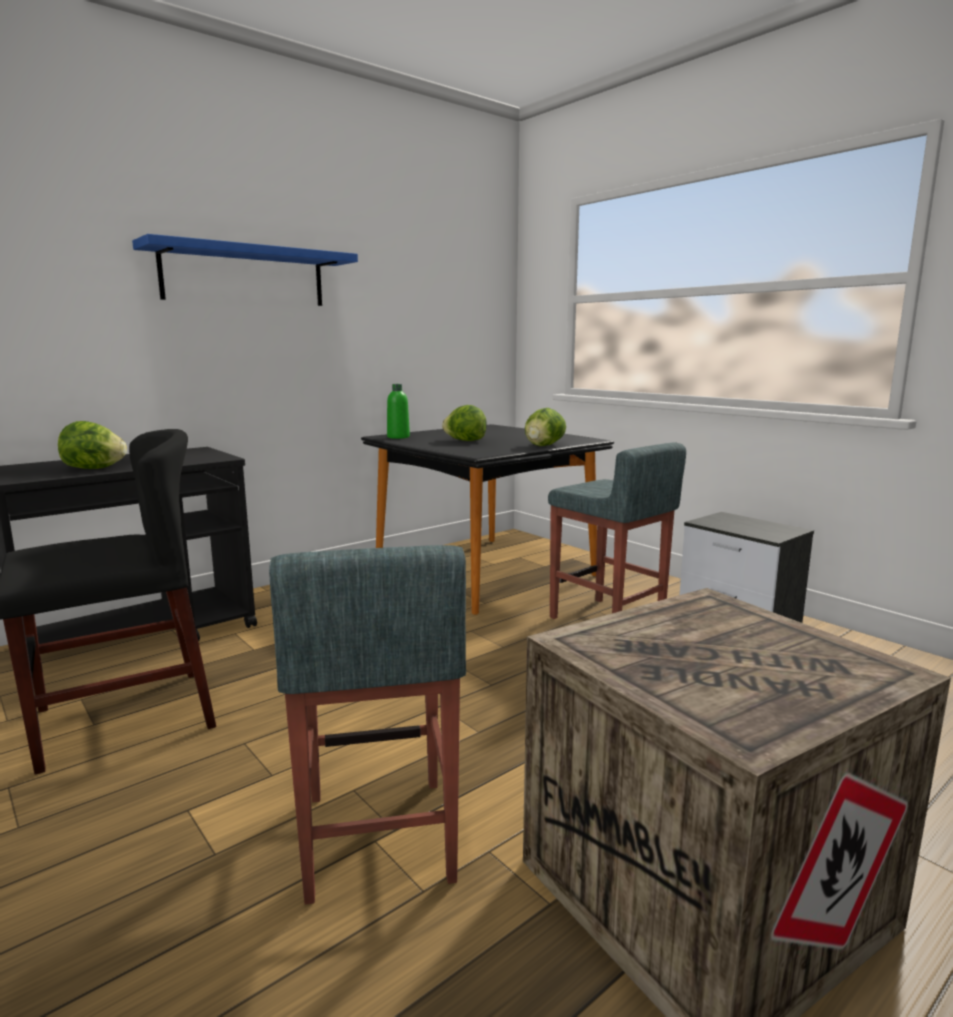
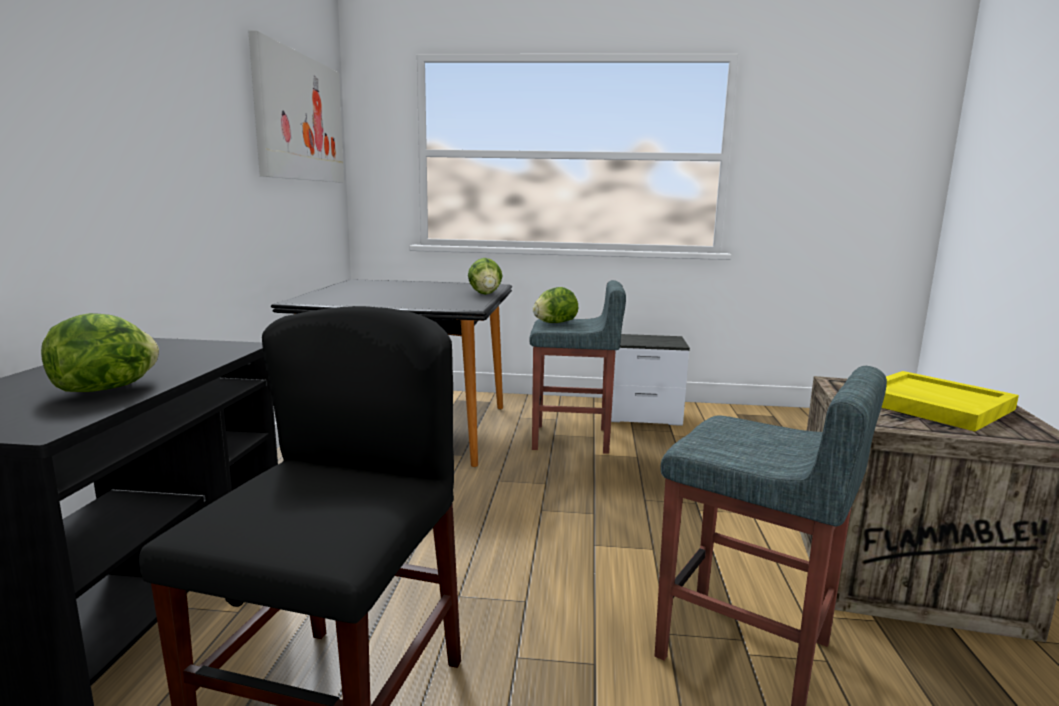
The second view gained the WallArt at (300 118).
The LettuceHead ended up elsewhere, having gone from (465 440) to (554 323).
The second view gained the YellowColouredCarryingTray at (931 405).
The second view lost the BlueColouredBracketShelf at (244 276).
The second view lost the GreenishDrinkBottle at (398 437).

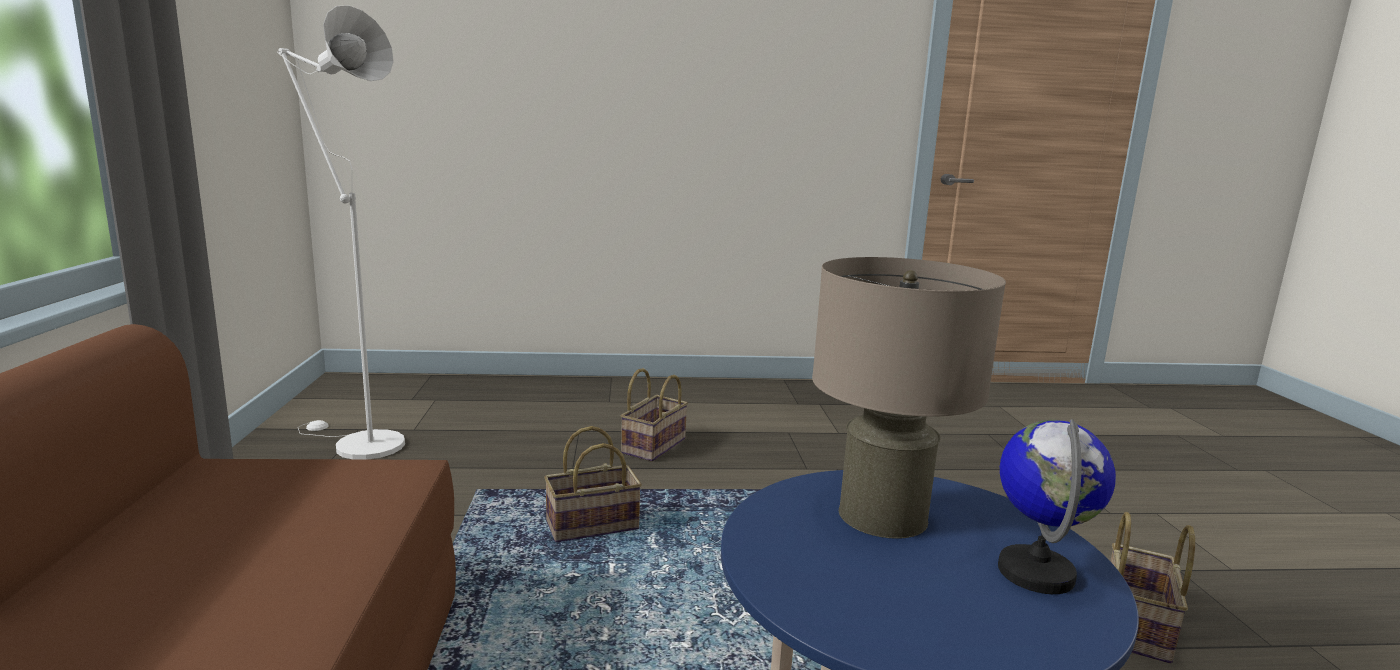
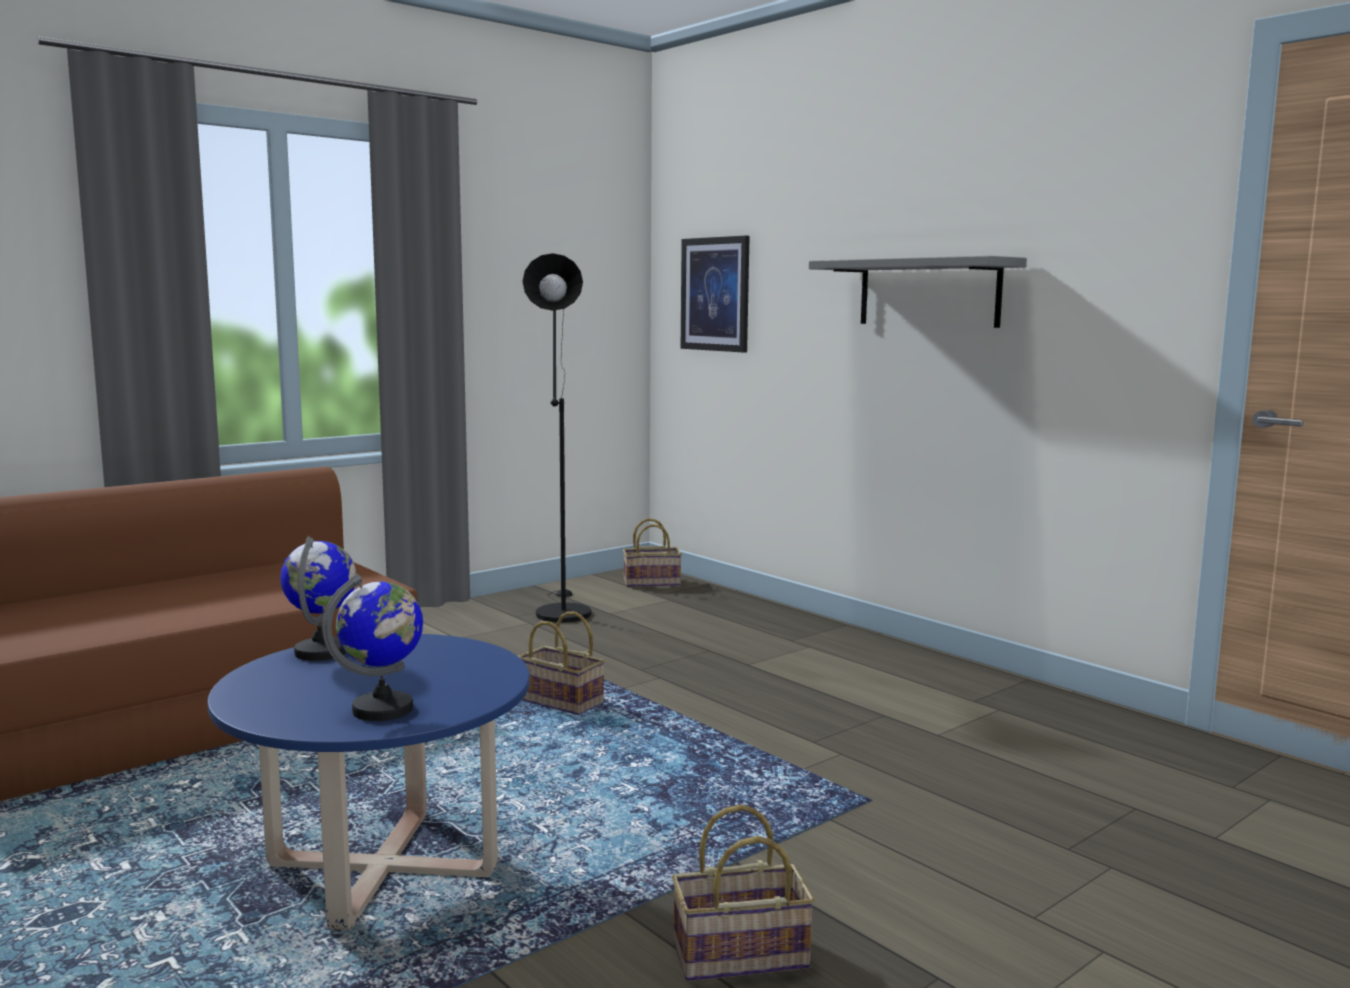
The second view gained the Globe at (322 652).
What was the WhiteStandingLamp at (359 444) turned into the BlackishStandingLamp at (561 611).
The Basket ended up elsewhere, having gone from (653 445) to (653 582).
The second view gained the WallArt at (715 294).
The second view gained the GreyishBracketShelf at (928 293).
The second view lost the BeigeColouredLampForATable at (883 515).

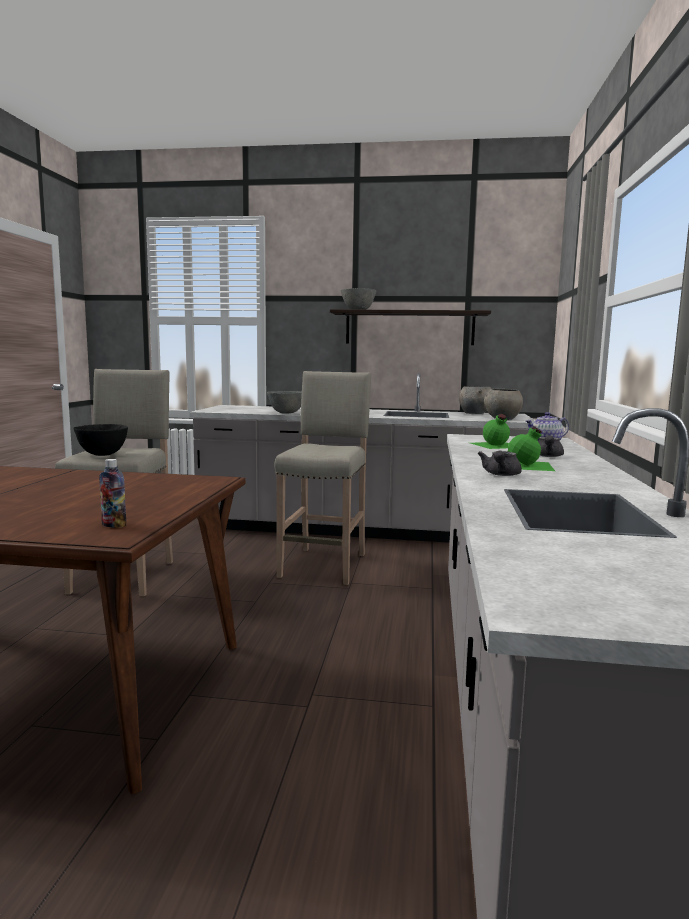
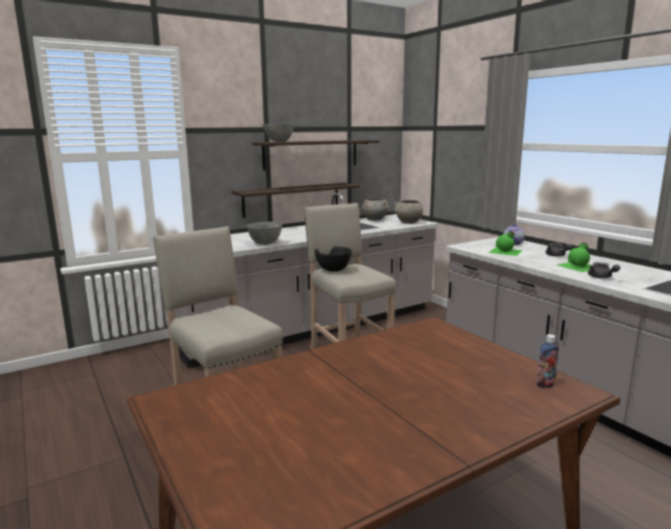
The second view gained the BracketShelf at (292 199).
The BlackishBowl ended up elsewhere, having gone from (103 454) to (333 270).

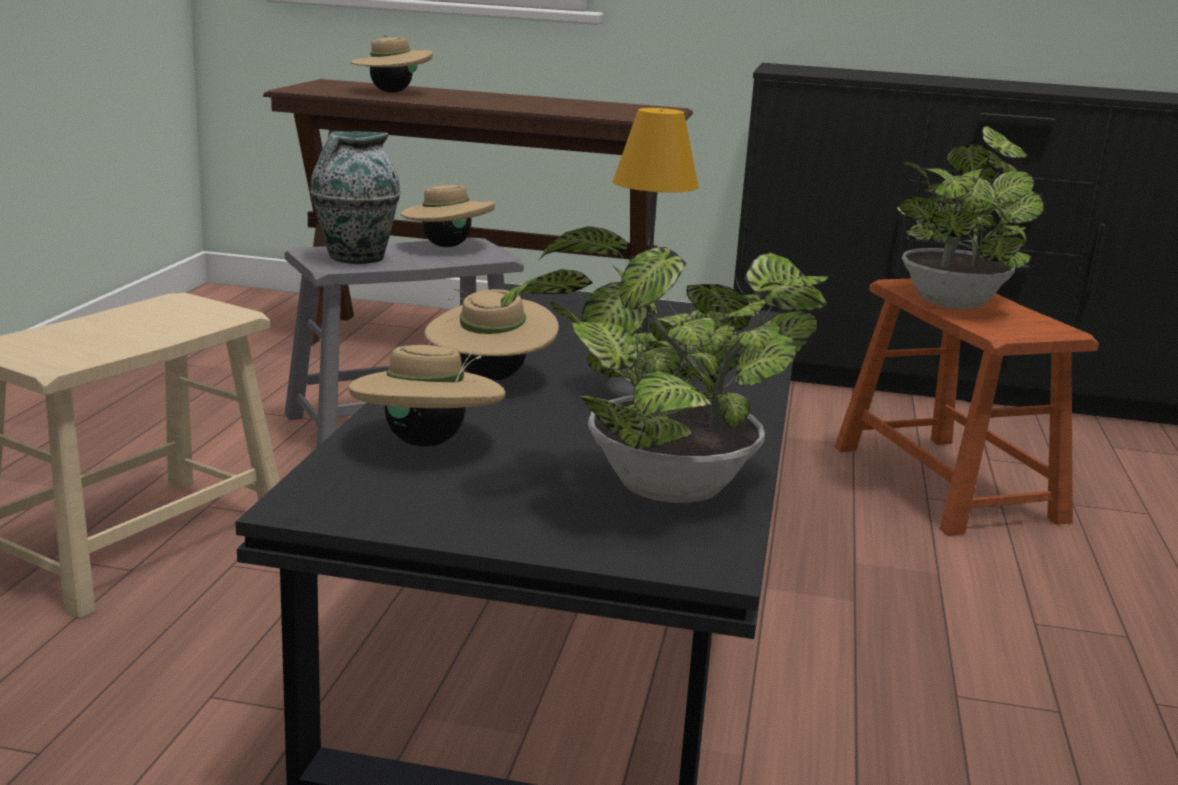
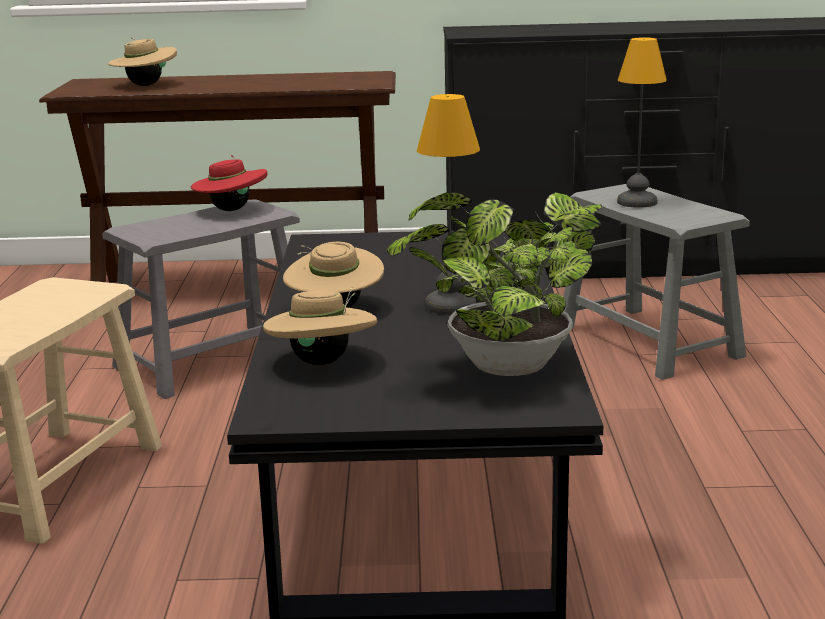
What was the BeigeColouredHat at (447 246) turned into the RedColouredHat at (231 210).
What was the BrownishStool at (946 483) turned into the GreyishStool at (648 342).
Where the Houseplant stood at (953 301), the LampForATable came to stand at (636 202).
The second view lost the FlowerVase at (355 258).

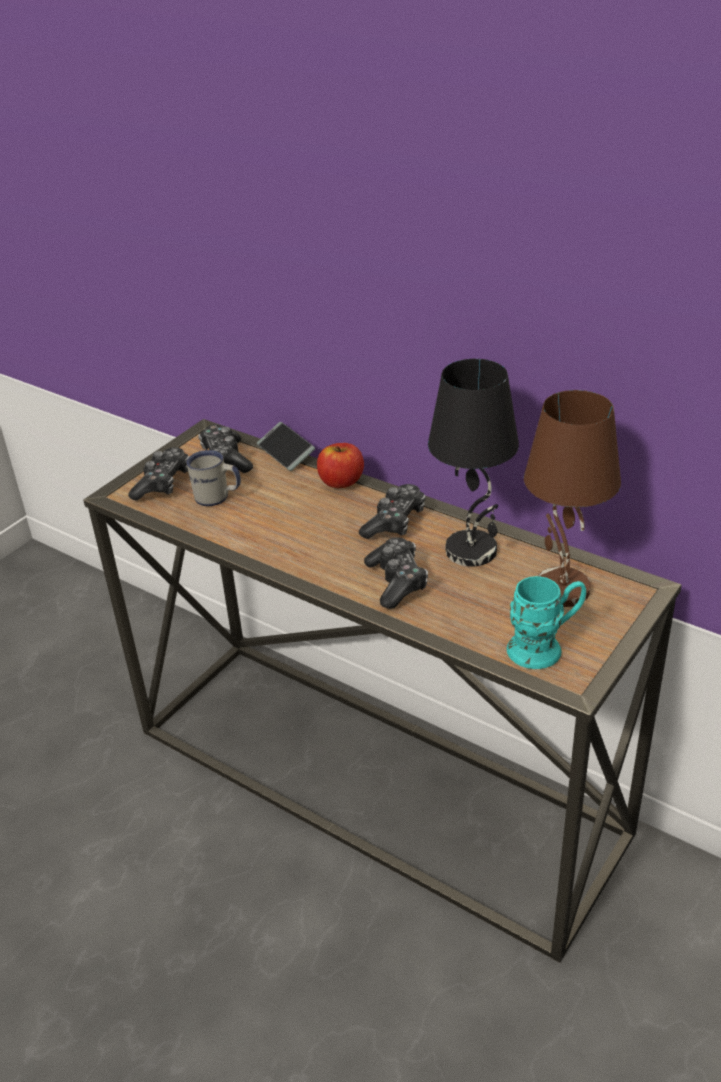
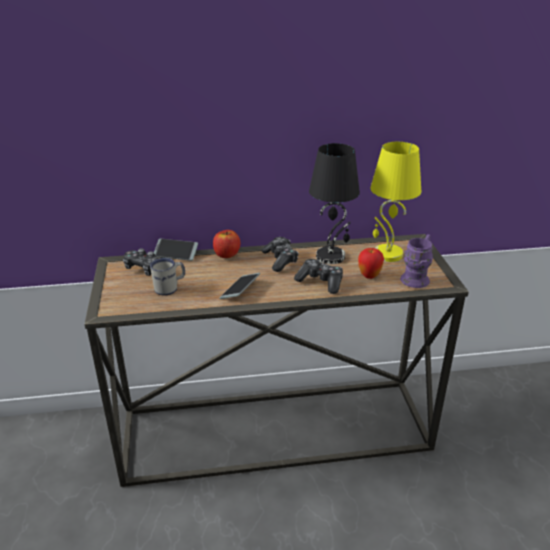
The second view gained the Phone at (240 290).
The second view gained the Apple at (369 276).
What was the BrownishLampForATable at (560 588) turned into the YellowColouredLampForATable at (387 254).
What was the TurquoiseColouredCoffeeMug at (544 647) turned into the PurpleCoffeeMug at (417 277).
The second view lost the Joypad at (163 483).

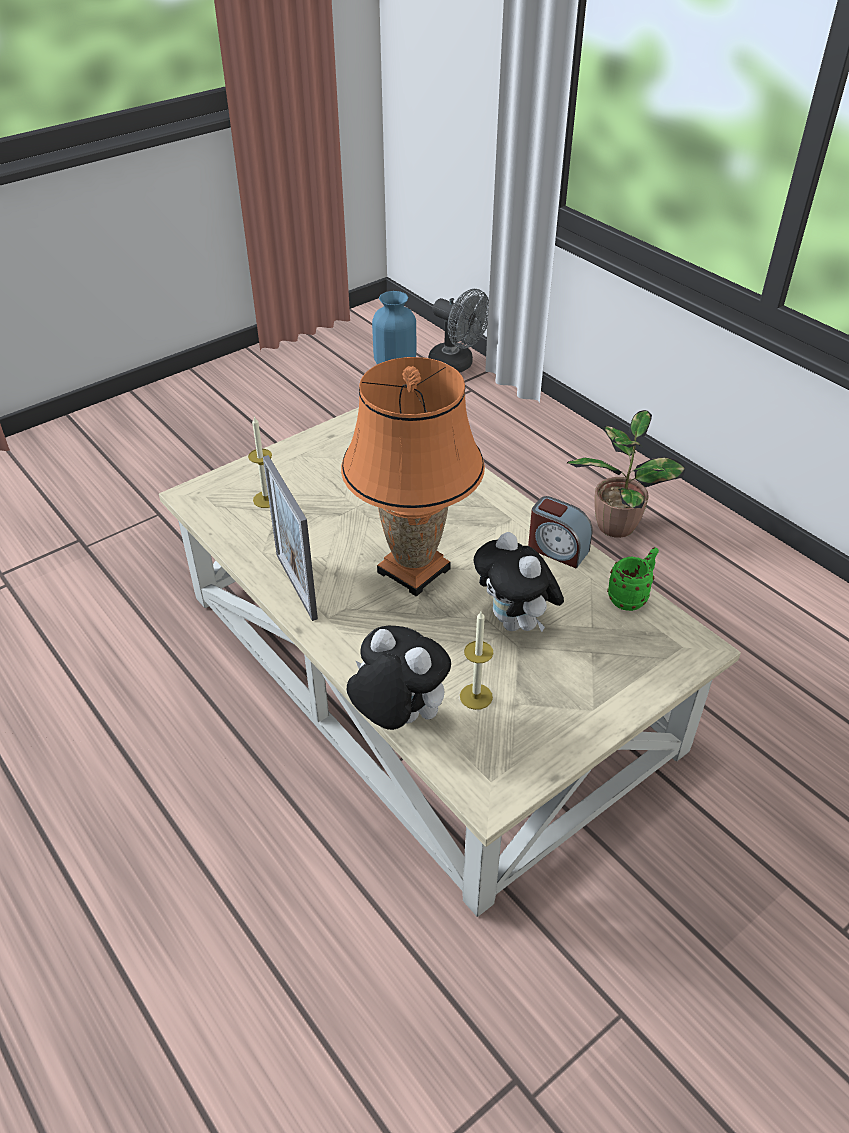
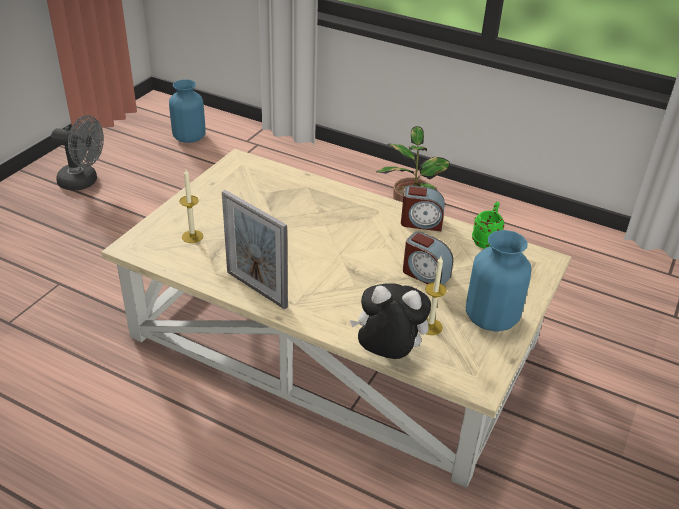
The GreyishElectricFan ended up elsewhere, having gone from (457 365) to (84 182).
Where the CuddlyToy stood at (515 623), the TableClock came to stand at (425 274).
The second view gained the BlueColouredFlowerVase at (491 318).
The second view lost the OrangeyLampForATable at (413 570).

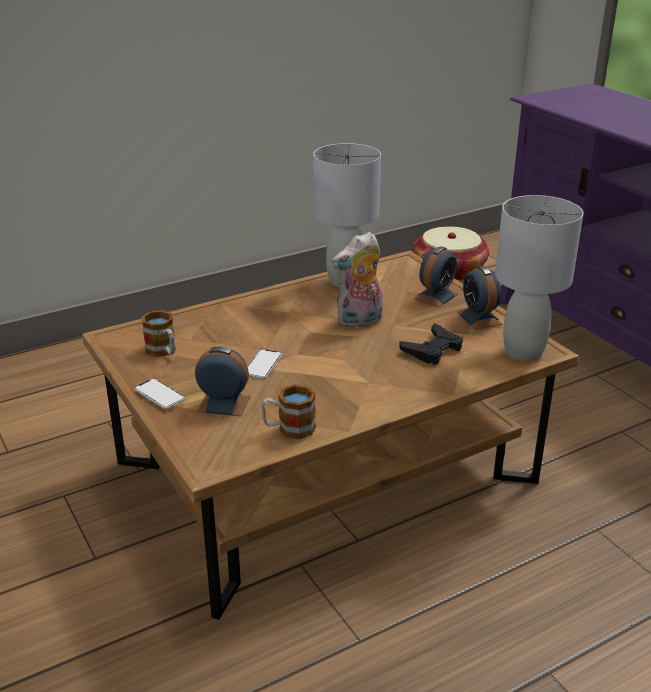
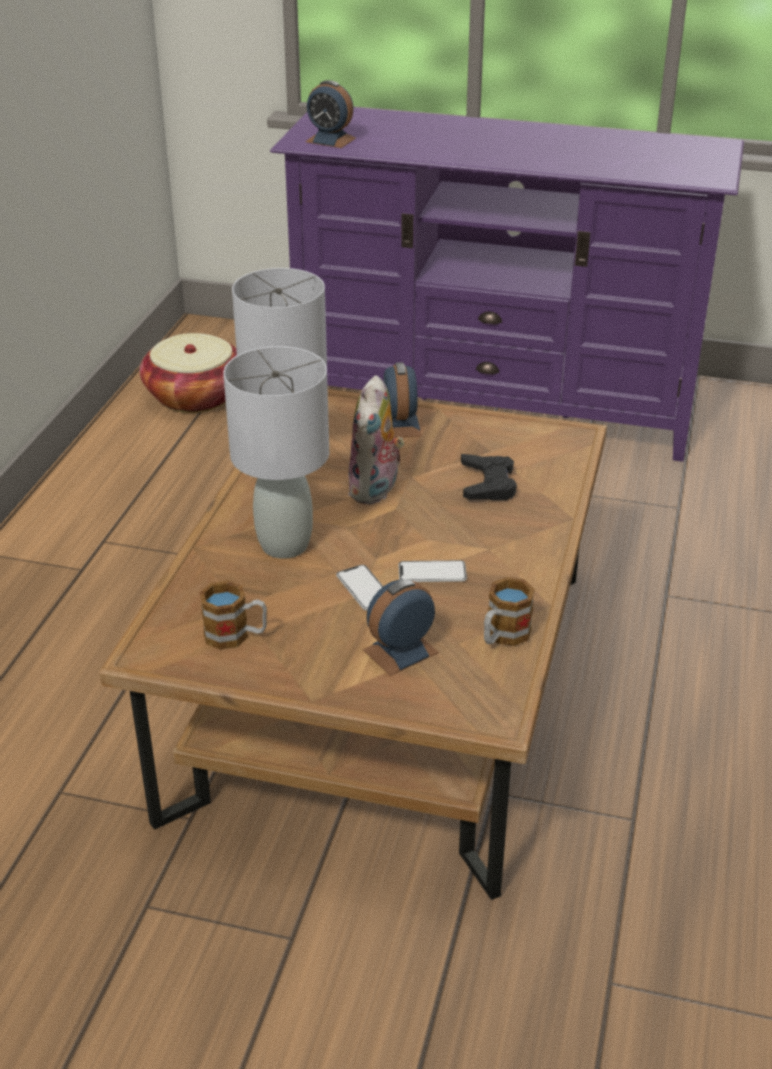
The GreyishLampForATable ended up elsewhere, having gone from (524 351) to (285 544).
The TableClock ended up elsewhere, having gone from (479 318) to (330 140).
The Phone ended up elsewhere, having gone from (159 395) to (432 573).

